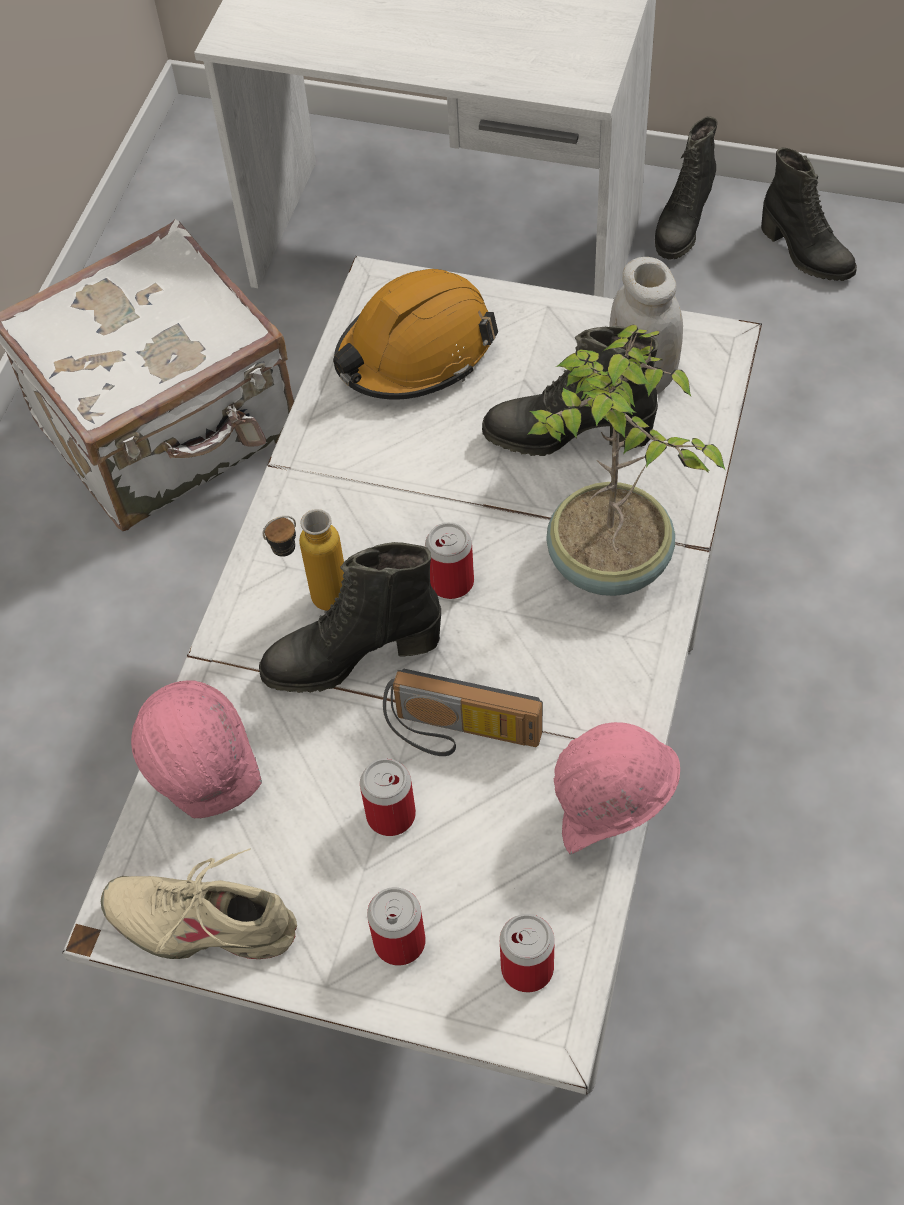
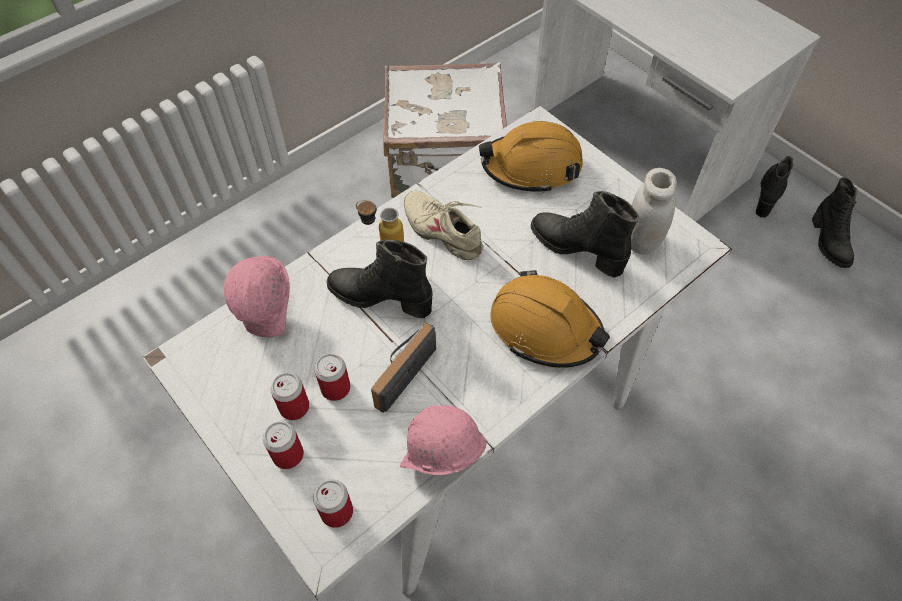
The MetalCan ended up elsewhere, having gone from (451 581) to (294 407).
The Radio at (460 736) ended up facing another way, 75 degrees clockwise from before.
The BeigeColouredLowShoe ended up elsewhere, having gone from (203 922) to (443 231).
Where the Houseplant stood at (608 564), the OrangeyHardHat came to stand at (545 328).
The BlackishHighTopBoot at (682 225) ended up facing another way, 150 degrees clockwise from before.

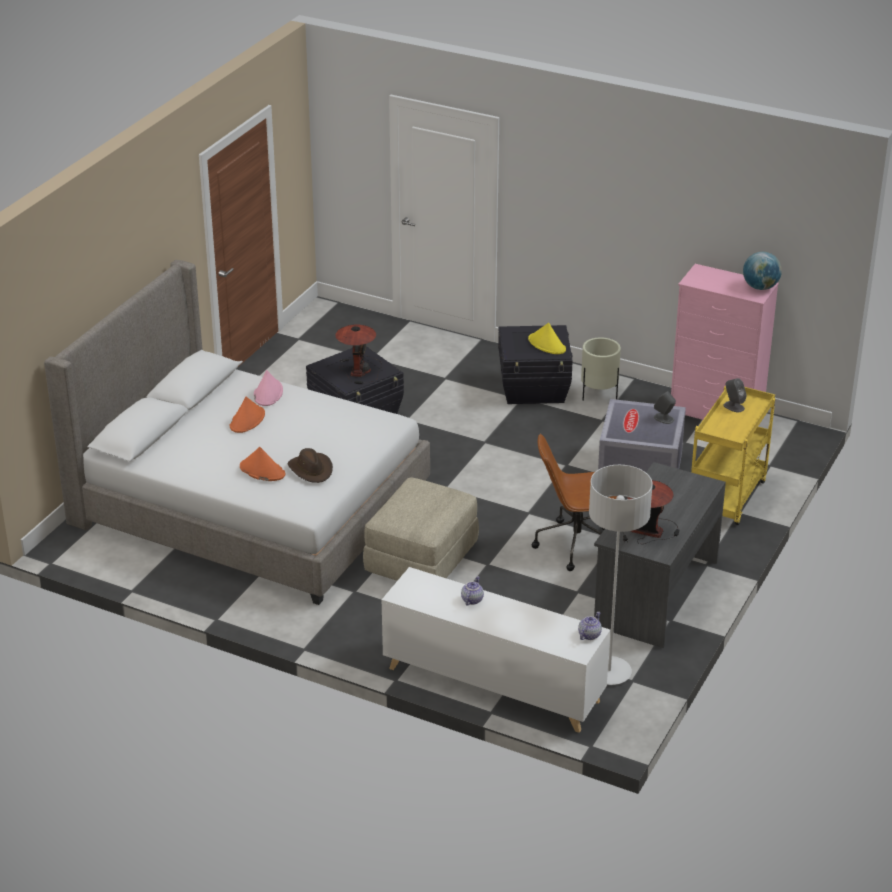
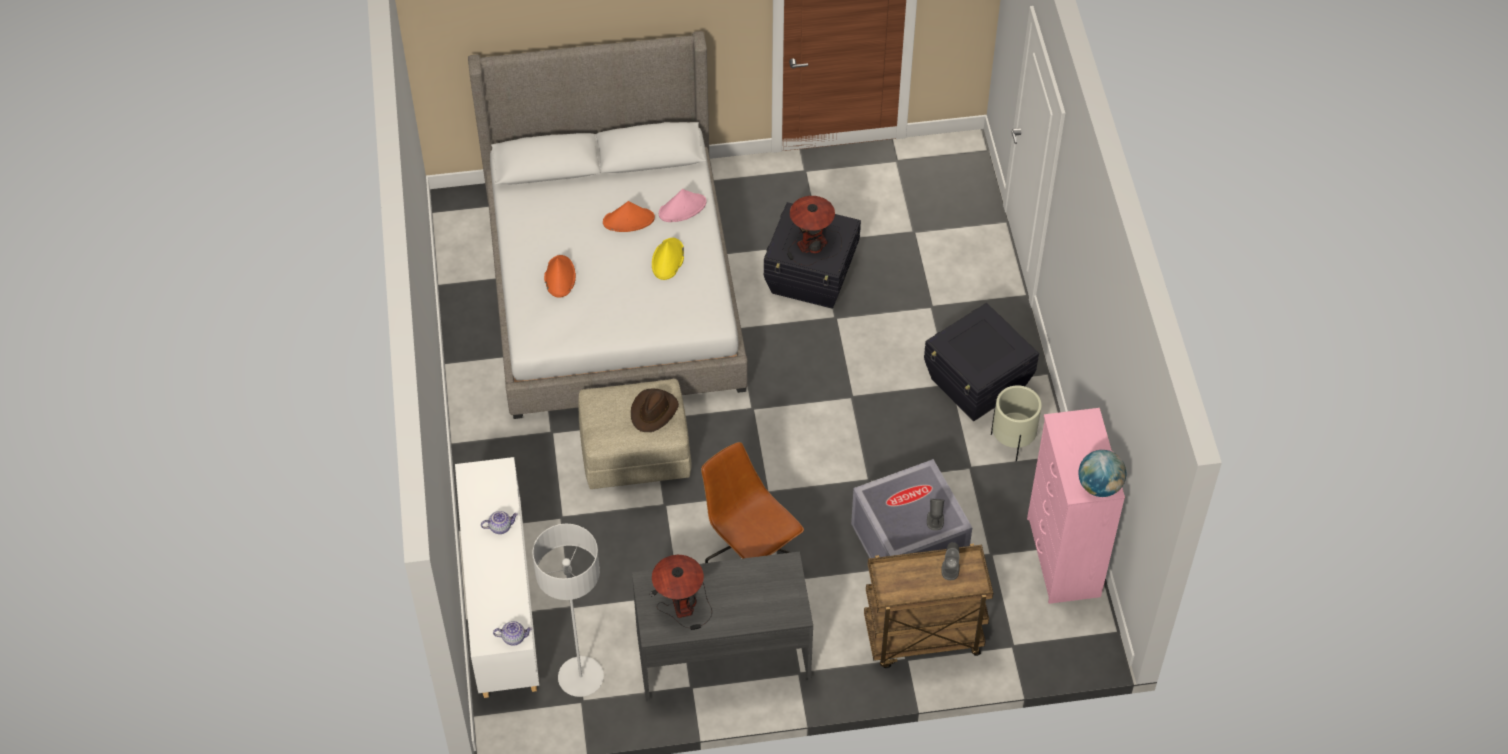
The BrownishHat ended up elsewhere, having gone from (311 469) to (654 411).
The YellowColouredHat ended up elsewhere, having gone from (547 344) to (668 260).
What was the YellowColouredWheeledCart at (727 499) turned into the BrownishWheeledCart at (922 638).

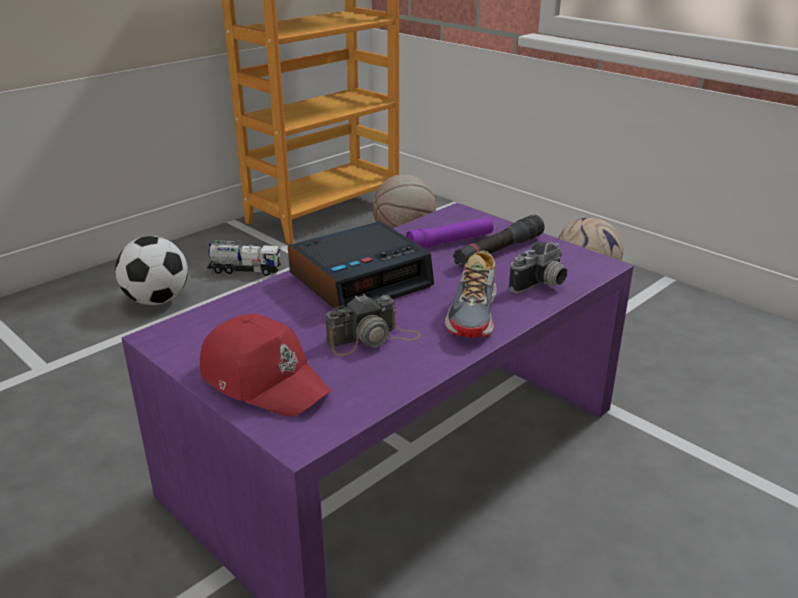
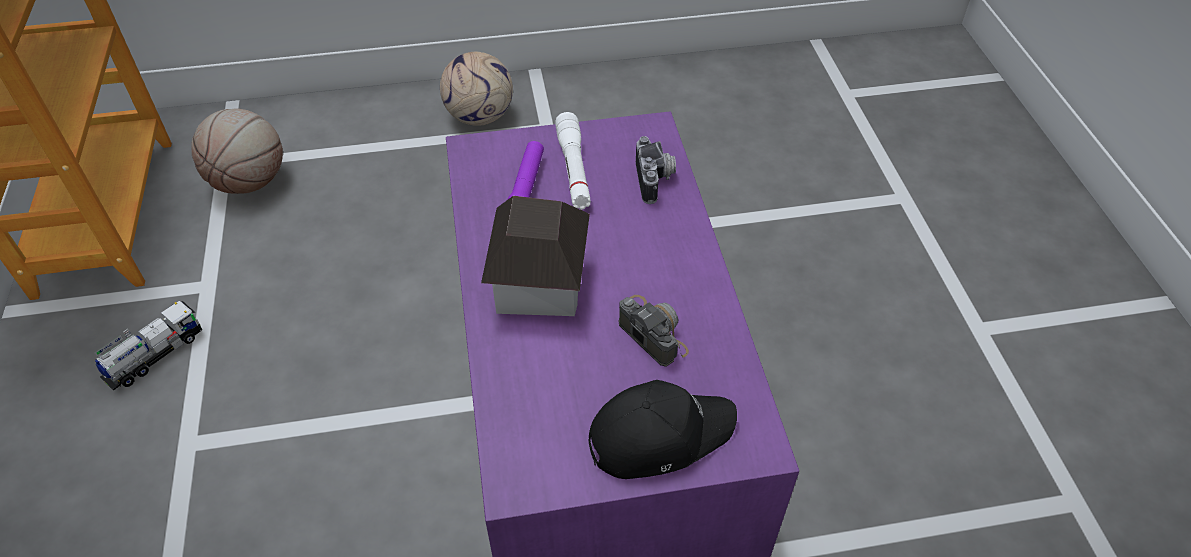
Where the TableClock stood at (361 279), the ModelHouse came to stand at (539 285).
What was the BlackishTorch at (498 251) turned into the WhiteTorch at (573 169).
What was the RedColouredBaseballCap at (264 380) turned into the BlackishBaseballCap at (658 435).
The PhotoCamera at (373 339) ended up facing another way, 45 degrees counterclockwise from before.
The second view lost the FootballBall at (157 300).
The second view lost the LowShoe at (474 313).

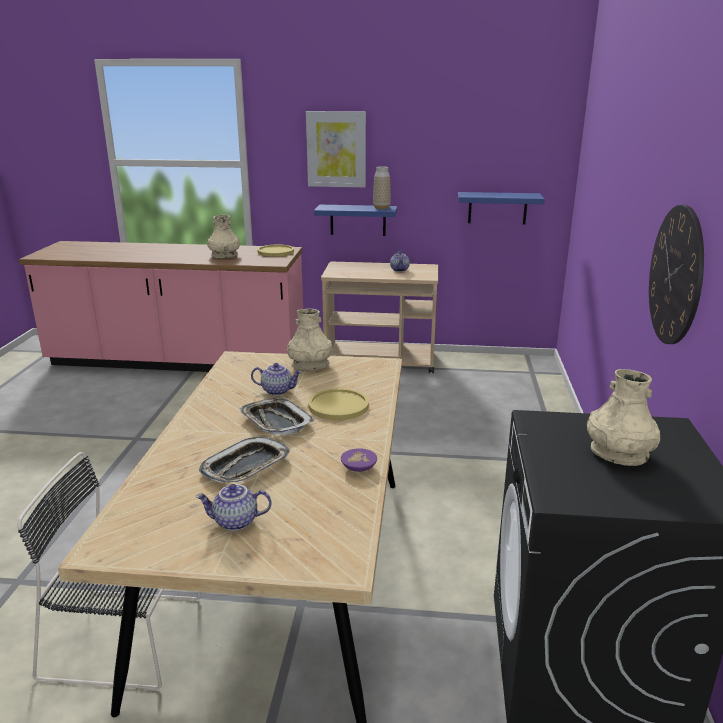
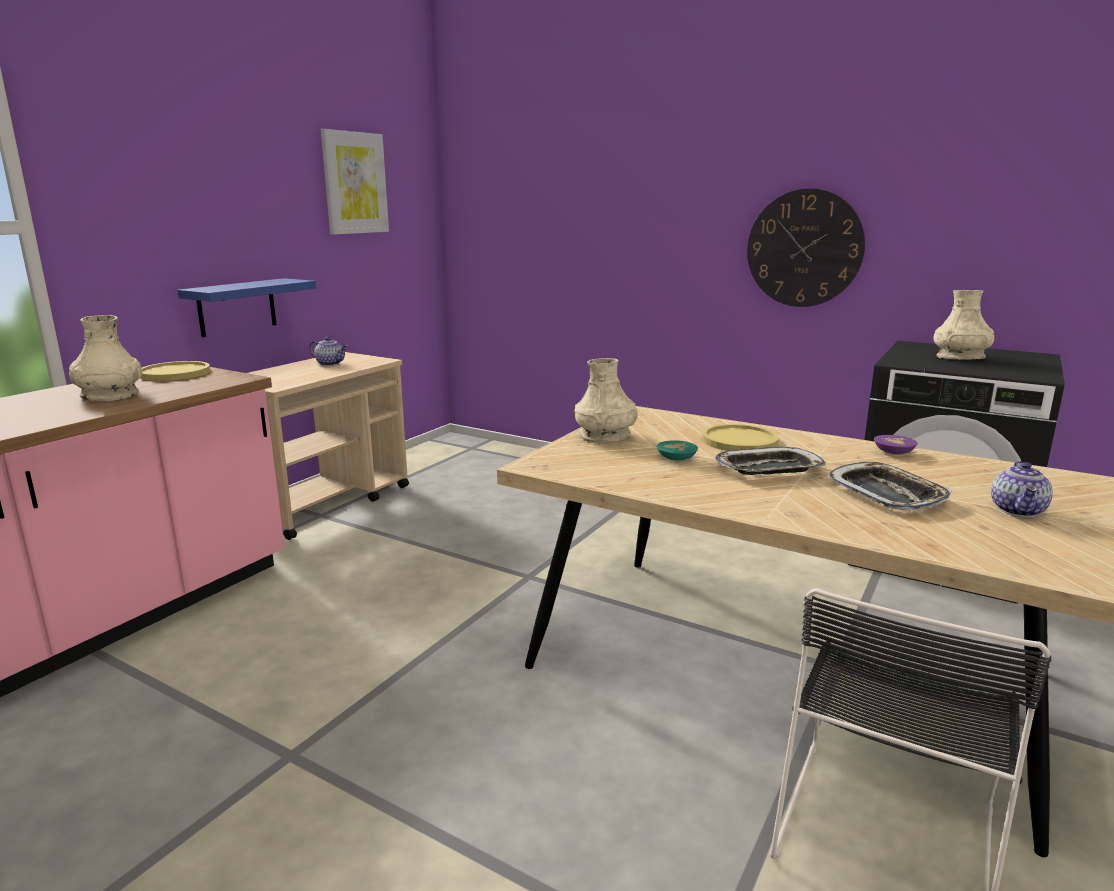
The WallArt ended up elsewhere, having gone from (336 149) to (355 183).
Where the TeaPot stood at (277 390), the TurquoiseColouredBowl came to stand at (675 458).
The second view lost the FlowerVase at (381 208).
The second view lost the BlueColouredBracketShelf at (497 208).

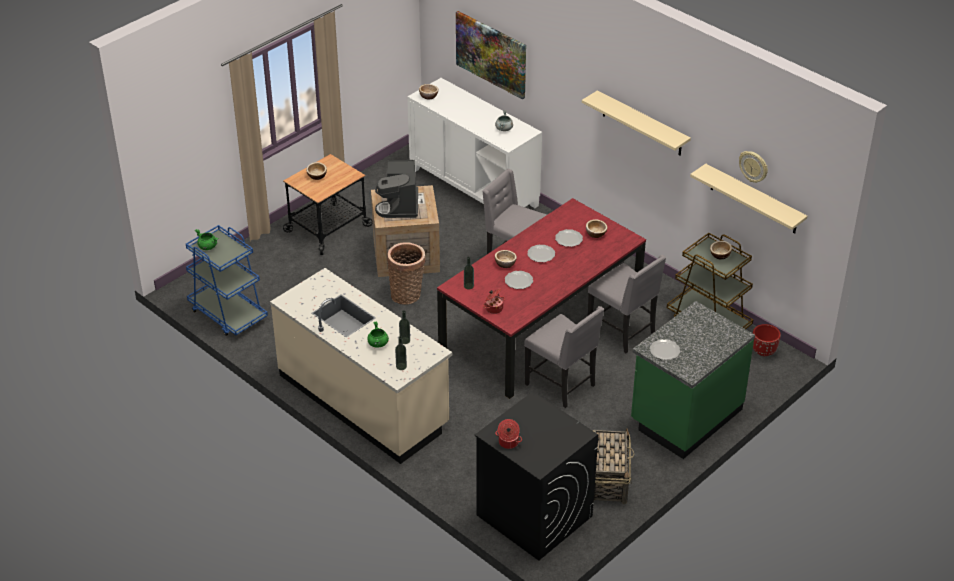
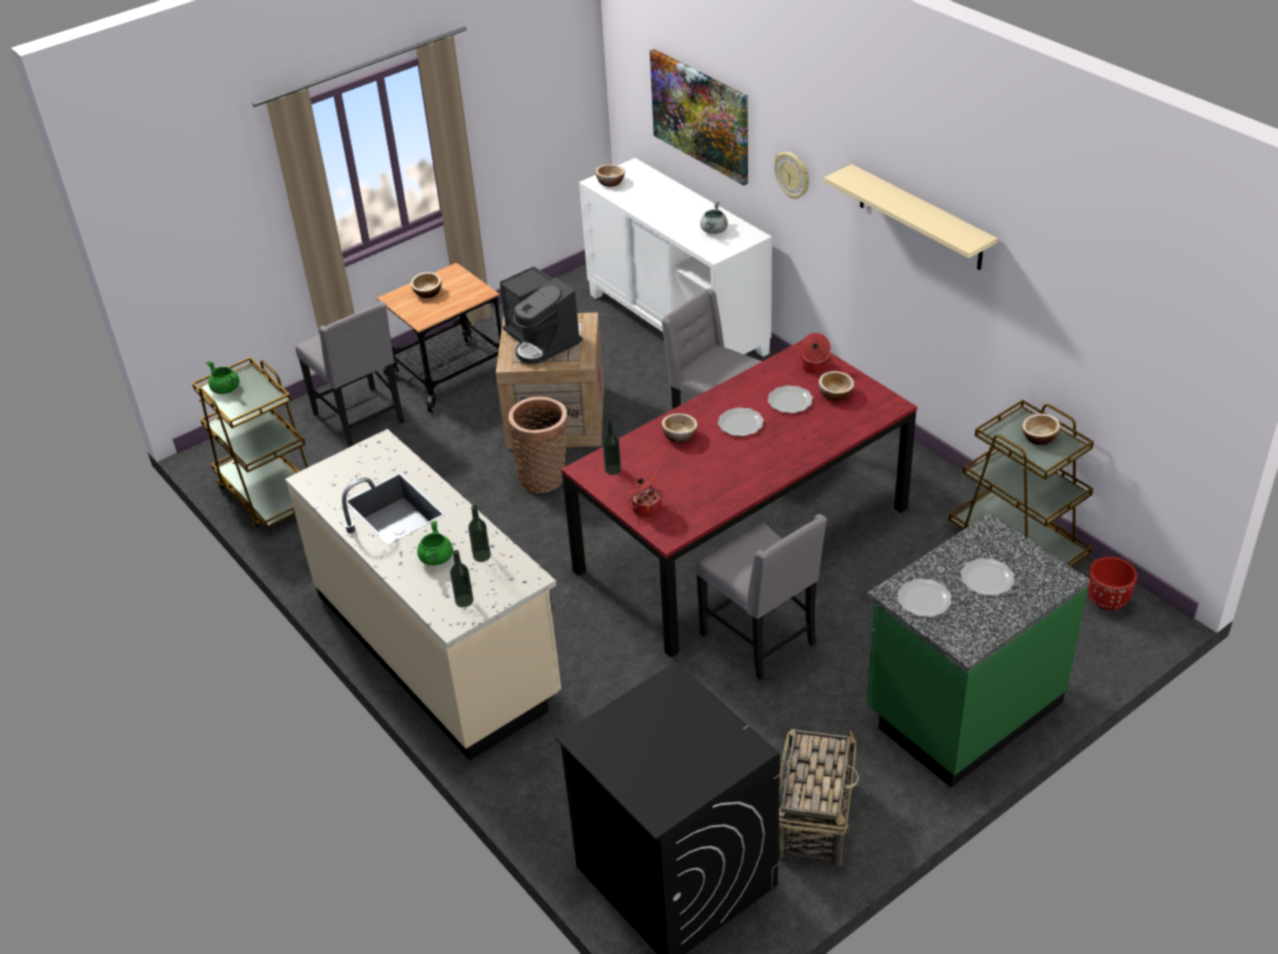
What was the BlueColouredWheeledCart at (228 314) turned into the BrownishWheeledCart at (269 494).
The GreyishUprightChair ended up elsewhere, having gone from (623 332) to (361 418).
The CoffeeMaker at (400 206) ended up facing another way, 45 degrees counterclockwise from before.
The WallClock ended up elsewhere, having gone from (753 166) to (793 175).
The Saucepot ended up elsewhere, having gone from (508 442) to (815 367).
The Plate ended up elsewhere, having gone from (519 281) to (987 579).
The second view lost the BeigeColouredBracketShelf at (754 199).

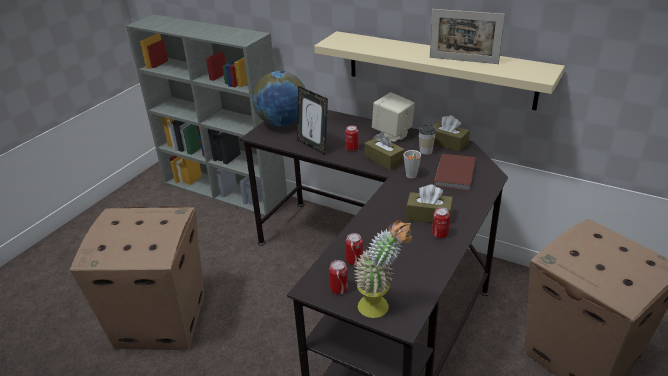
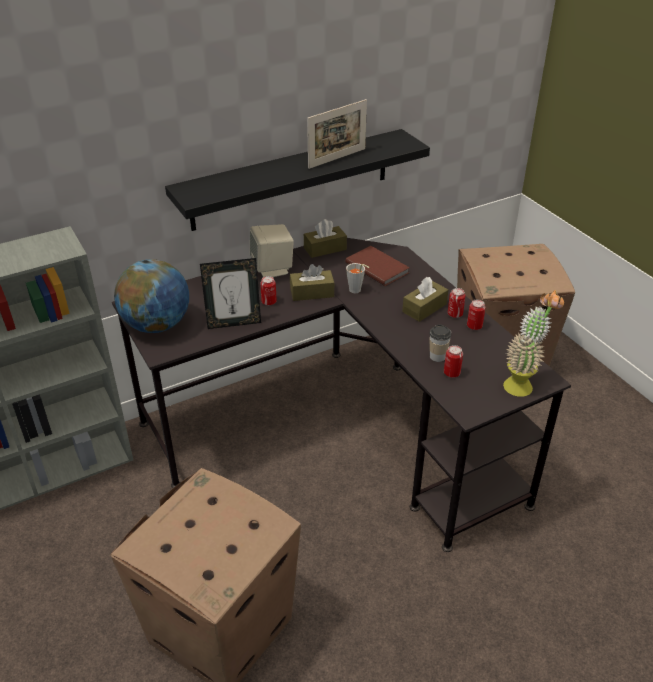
What was the BeigeColouredBracketShelf at (439 69) turned into the BlackishBracketShelf at (291 179).
The Cup ended up elsewhere, having gone from (426 151) to (437 356).
The MetalCan ended up elsewhere, having gone from (339 289) to (474 326).

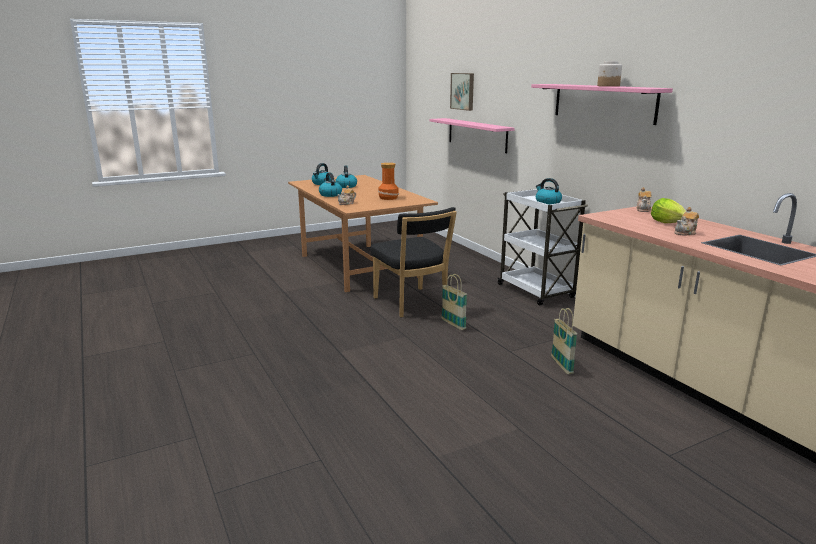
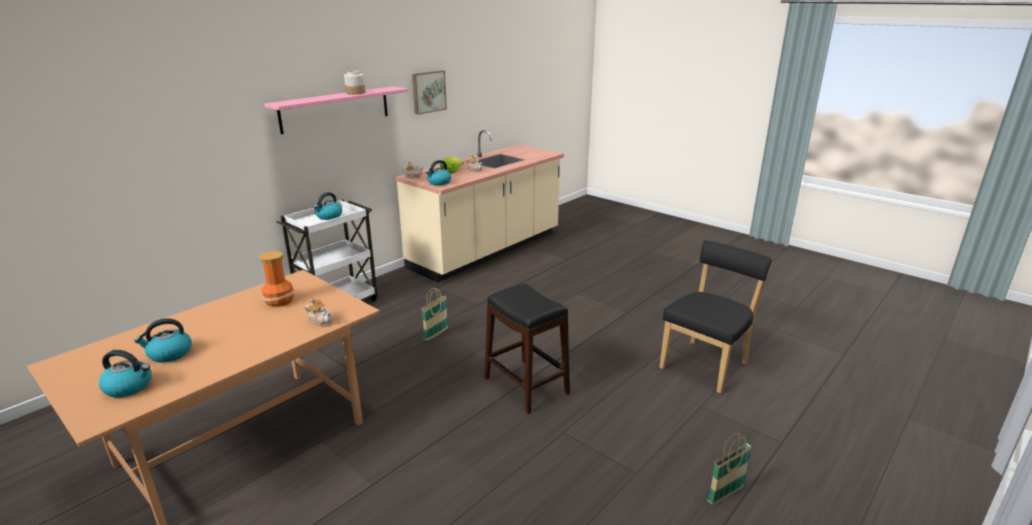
The WallArt ended up elsewhere, having gone from (463 91) to (428 92).
The TeaKettle ended up elsewhere, having gone from (330 194) to (439 182).
The second view gained the BlackishStool at (526 386).
The BlackishUprightChair ended up elsewhere, having gone from (412 304) to (706 364).
The Basket ended up elsewhere, having gone from (561 365) to (725 495).
The second view lost the PinkColouredBracketShelf at (477 134).

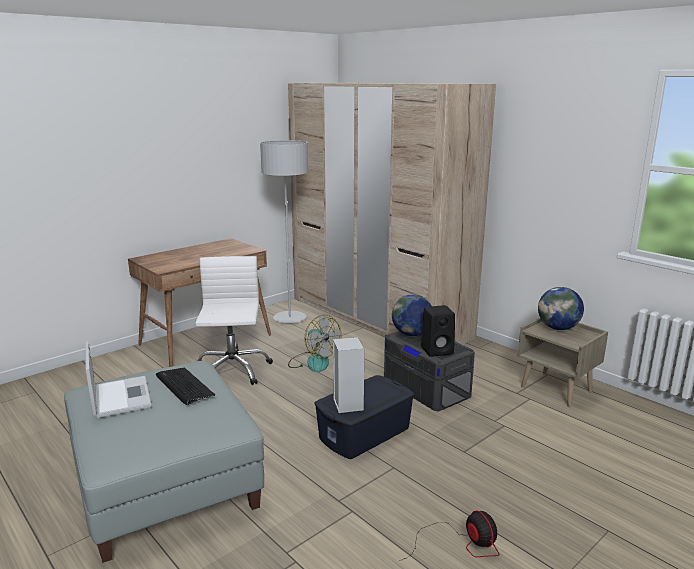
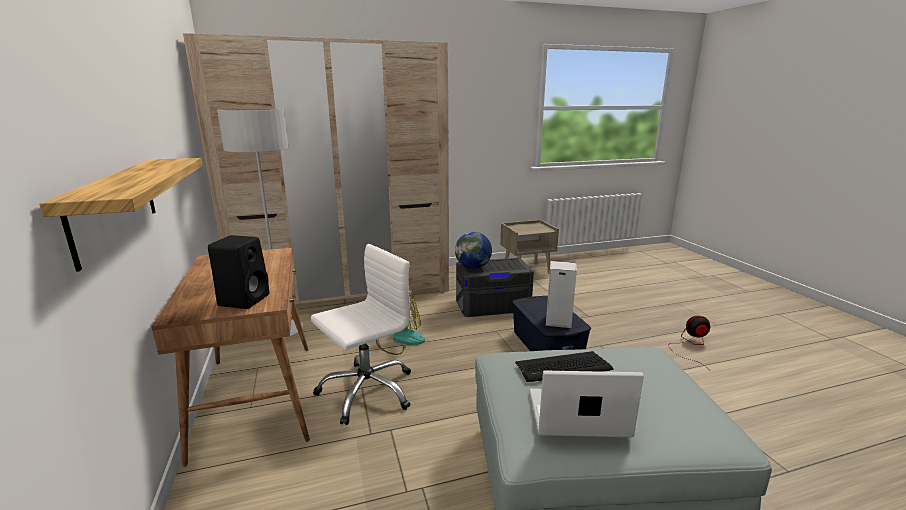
The second view gained the BracketShelf at (115 206).
The BlackishLoudspeaker ended up elsewhere, having gone from (438 350) to (245 299).
The WhiteOfficeChair at (232 370) ended up facing another way, 120 degrees clockwise from before.
The second view lost the Globe at (558 328).

